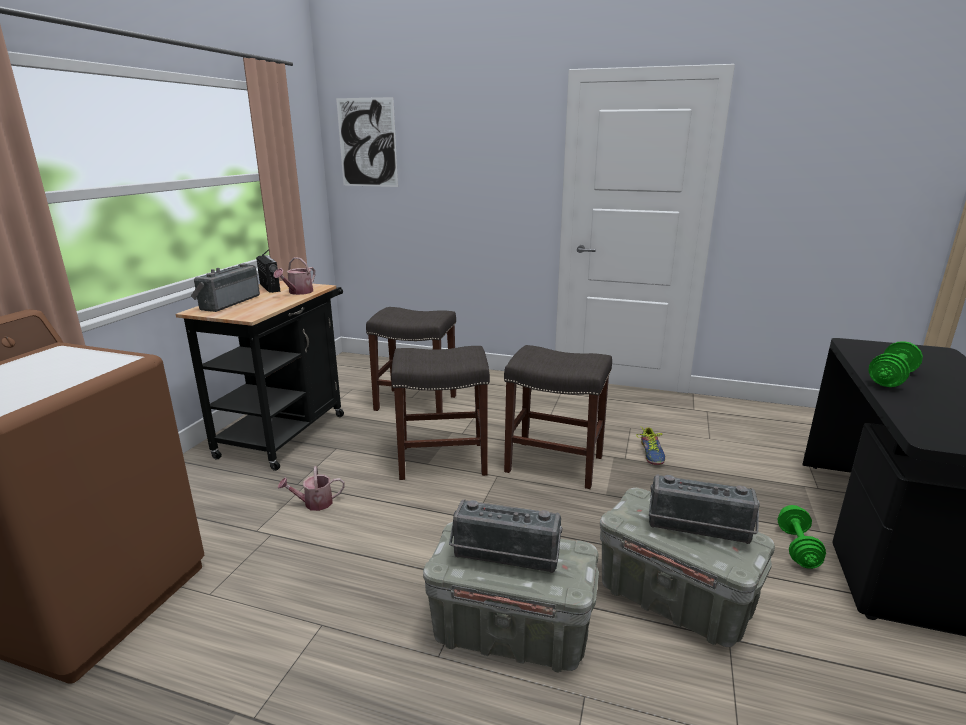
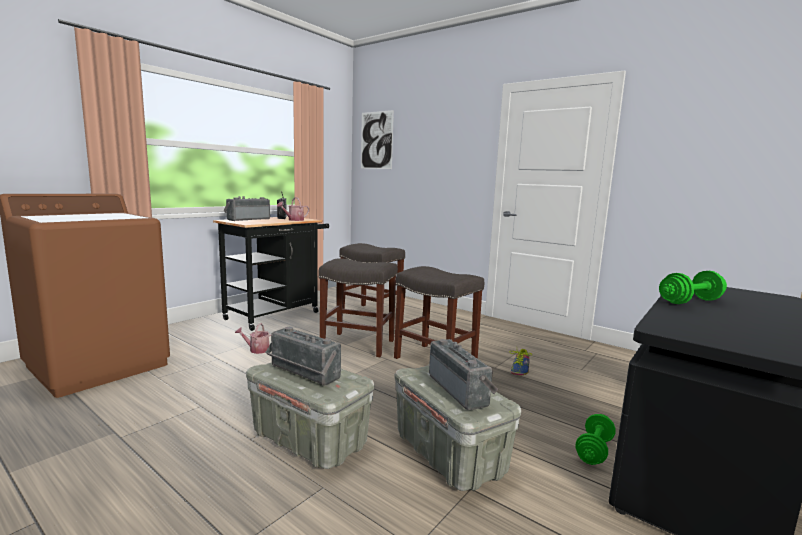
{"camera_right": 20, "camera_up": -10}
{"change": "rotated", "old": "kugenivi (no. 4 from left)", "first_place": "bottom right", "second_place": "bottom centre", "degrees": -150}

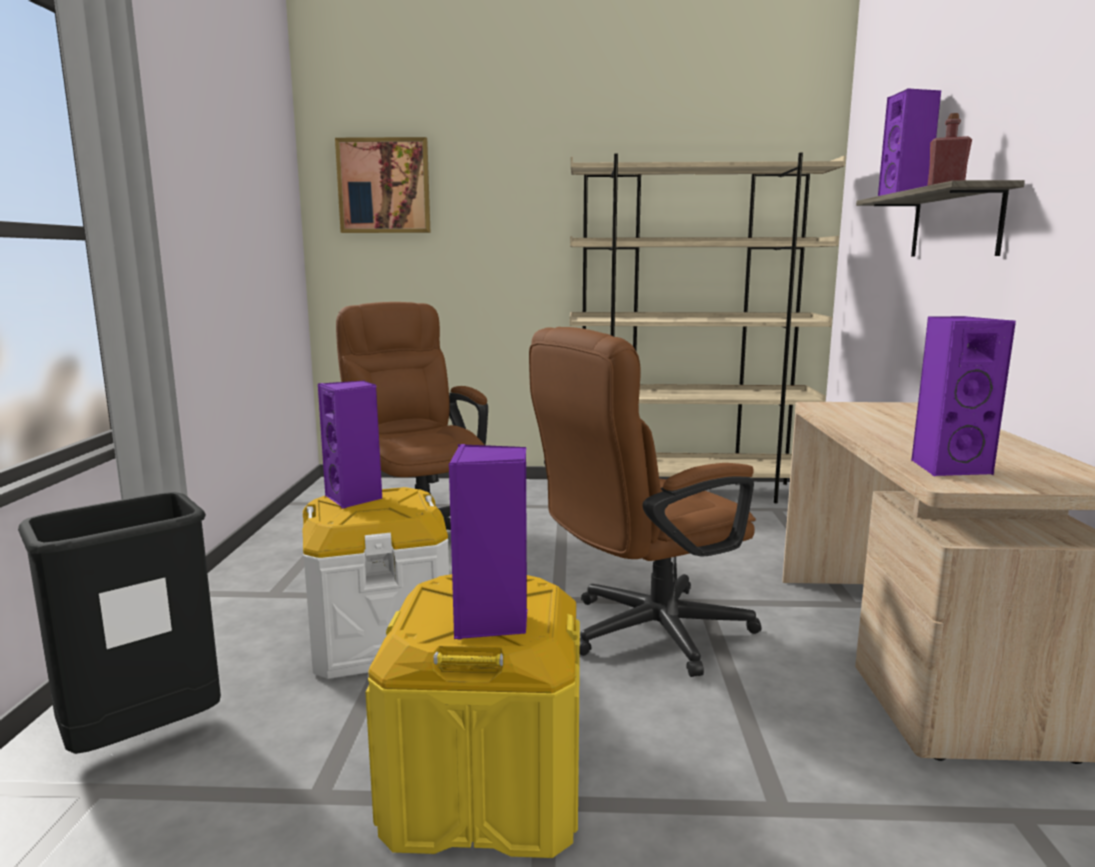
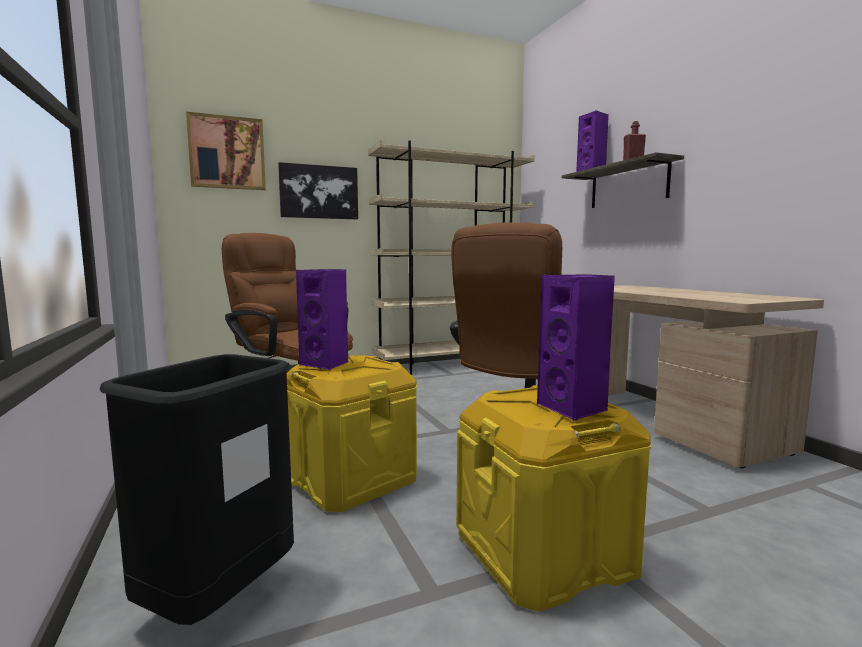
{"camera_right": -25, "camera_up": -5}
{"change": "gone", "old": "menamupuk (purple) (no. 4 from left)", "first_place": "middle right"}
{"change": "repainted", "old": "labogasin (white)", "new": "labogasin (yellow) (no. 1 from left)", "first_place": "bottom centre", "second_place": "bottom centre"}
{"change": "new", "new": "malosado (no. 2 from left)", "second_place": "top centre"}

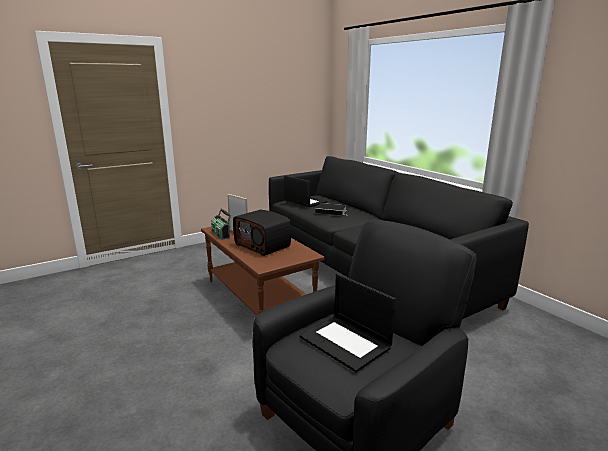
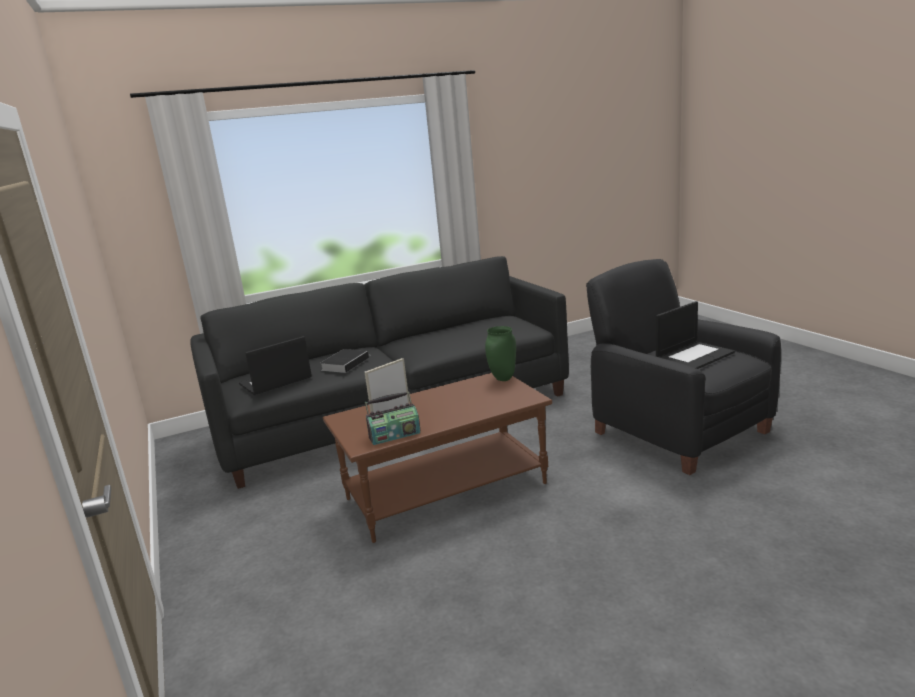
{"camera_right": -80, "camera_up": 0}
{"change": "gone", "old": "kugenivi (no. 2 from left)", "first_place": "centre"}
{"change": "new", "new": "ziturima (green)", "second_place": "centre"}

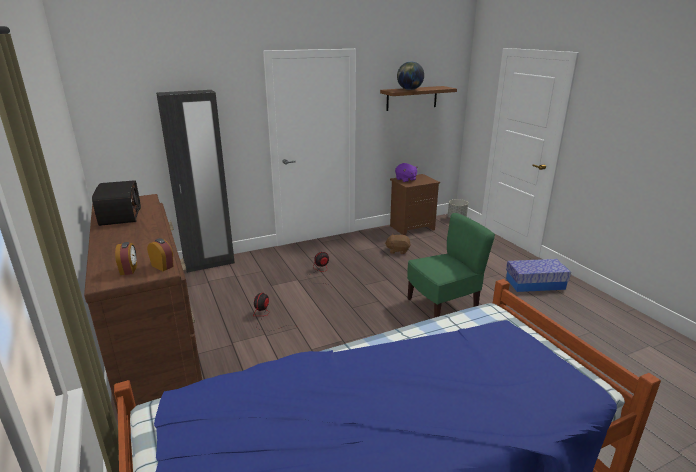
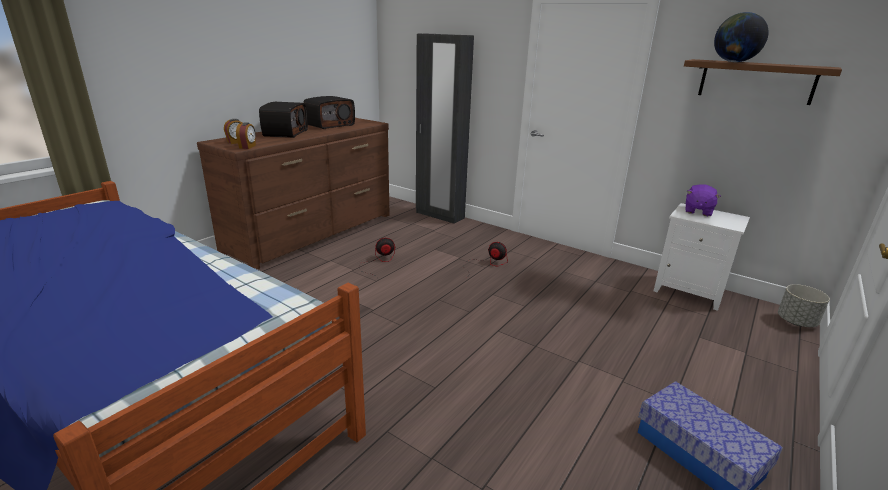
{"camera_right": 60, "camera_up": 0}
{"change": "repainted", "old": "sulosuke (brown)", "new": "sulosuke (white)", "first_place": "centre", "second_place": "middle right"}
{"change": "gone", "old": "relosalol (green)", "first_place": "centre"}
{"change": "gone", "old": "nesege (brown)", "first_place": "centre"}
{"change": "new", "new": "kugenivi (no. 1 from left)", "second_place": "top left"}

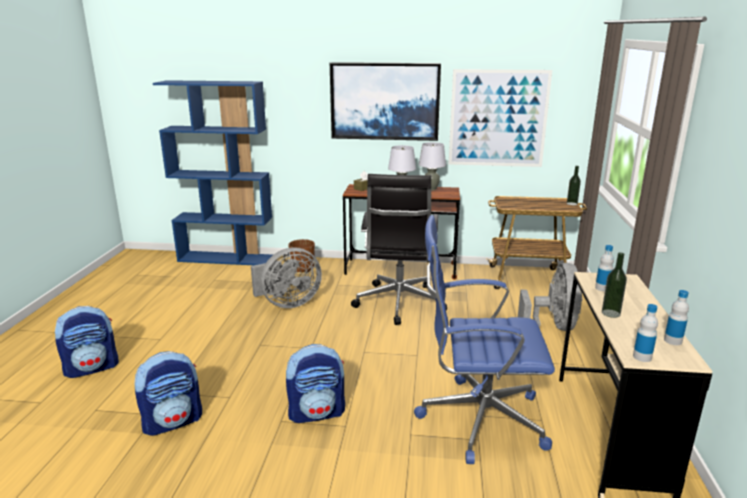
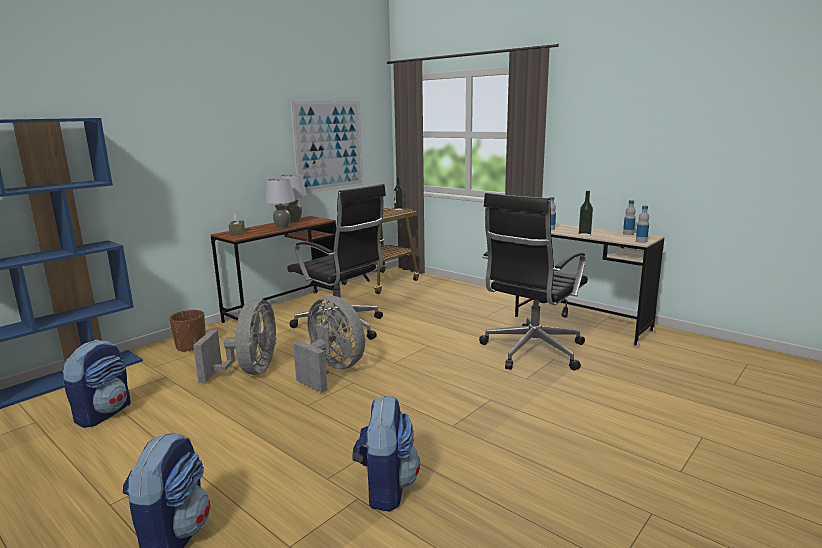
{"camera_right": -55, "camera_up": -5}
{"change": "gone", "old": "malosado (no. 1 from left)", "first_place": "top centre"}
{"change": "repainted", "old": "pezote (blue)", "new": "pezote (black) (no. 2 from left)", "first_place": "bottom centre", "second_place": "centre"}
{"change": "shifted", "old": "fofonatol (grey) (no. 2 from left)", "first_place": "middle right", "second_place": "centre"}
{"change": "shifted", "old": "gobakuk (no. 3 from left in the first image)", "new": "gobakuk (no. 1 from left)", "first_place": "bottom centre", "second_place": "bottom left"}

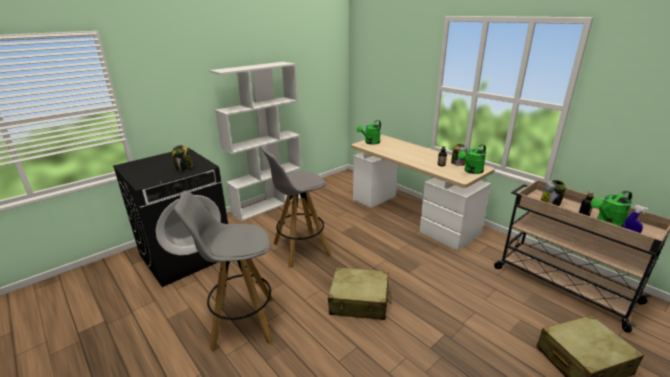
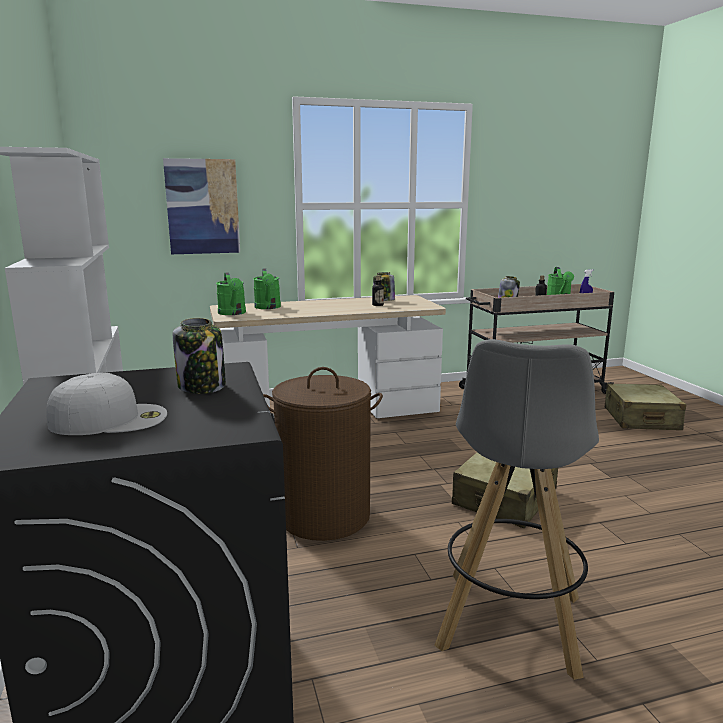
{"camera_right": -65, "camera_up": -10}
{"change": "shifted", "old": "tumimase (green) (no. 2 from left)", "first_place": "middle right", "second_place": "centre"}
{"change": "swapped", "old": "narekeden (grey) (no. 2 from left)", "new": "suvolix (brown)", "first_place": "centre", "second_place": "centre"}
{"change": "new", "new": "malosado", "second_place": "top left"}
{"change": "new", "new": "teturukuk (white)", "second_place": "middle left"}

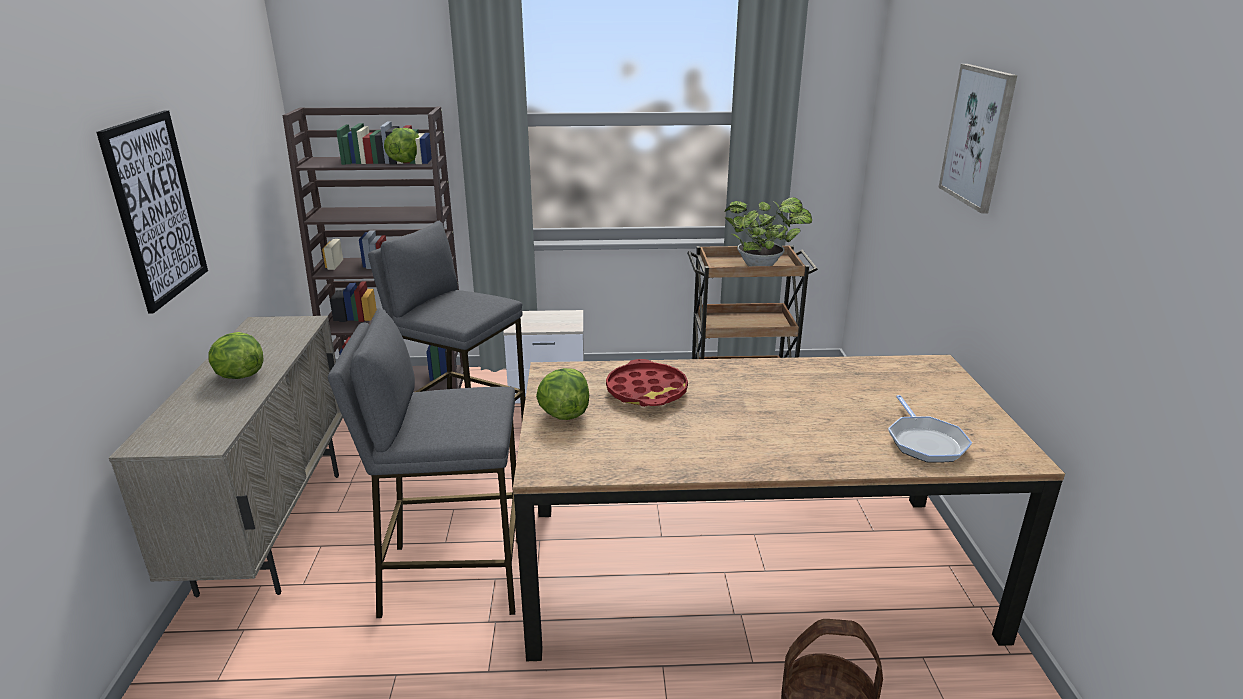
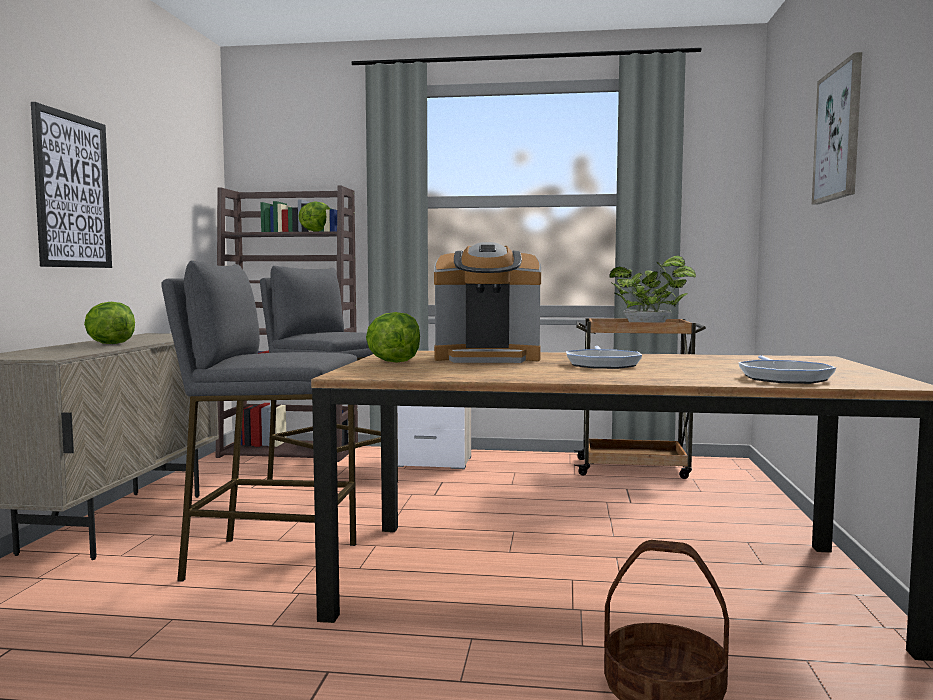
{"camera_right": 10, "camera_up": -20}
{"change": "swapped", "old": "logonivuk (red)", "new": "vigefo", "first_place": "centre", "second_place": "centre"}
{"change": "new", "new": "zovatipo (no. 1 from left)", "second_place": "centre"}

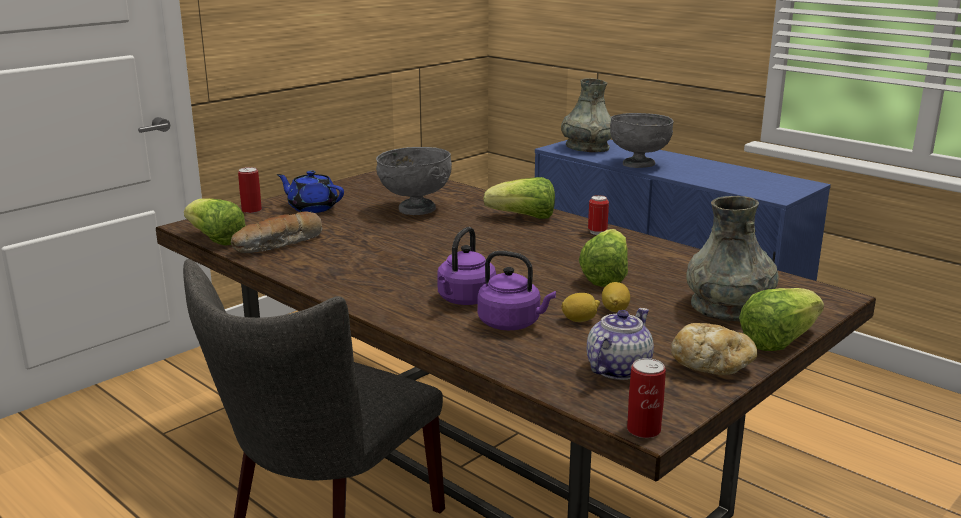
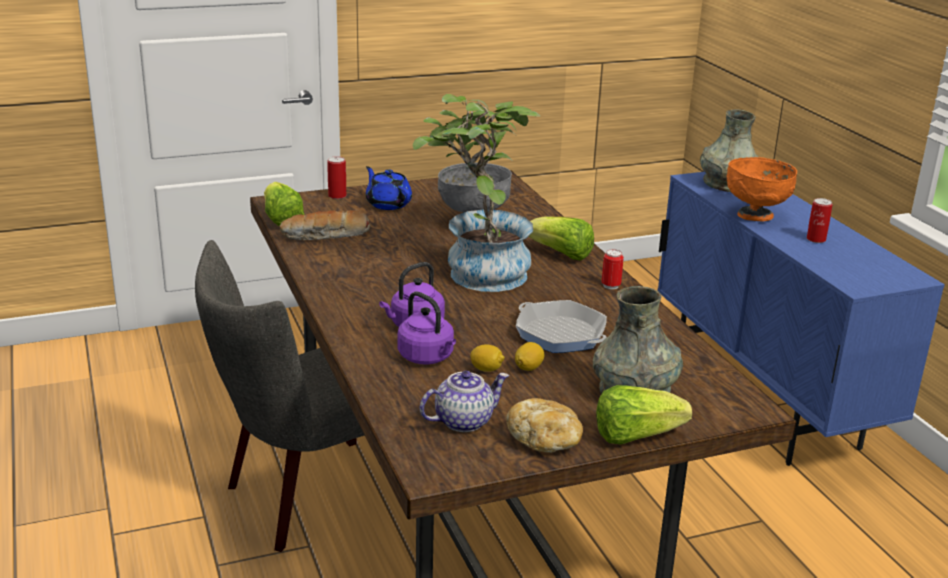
{"camera_right": 25, "camera_up": 5}
{"change": "repainted", "old": "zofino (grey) (no. 2 from left)", "new": "zofino (orange)", "first_place": "top right", "second_place": "top right"}
{"change": "swapped", "old": "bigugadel (no. 3 from left)", "new": "zovatipo", "first_place": "centre", "second_place": "centre"}
{"change": "shifted", "old": "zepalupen (no. 3 from left)", "first_place": "bottom right", "second_place": "middle right"}
{"change": "new", "new": "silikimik", "second_place": "centre"}

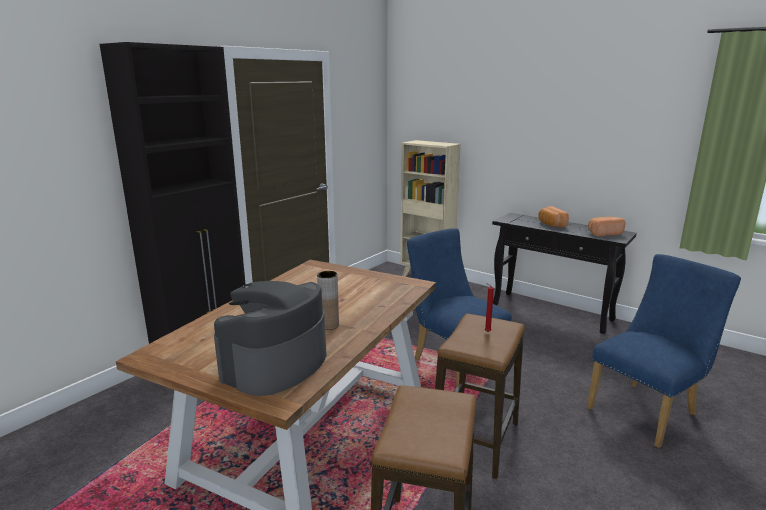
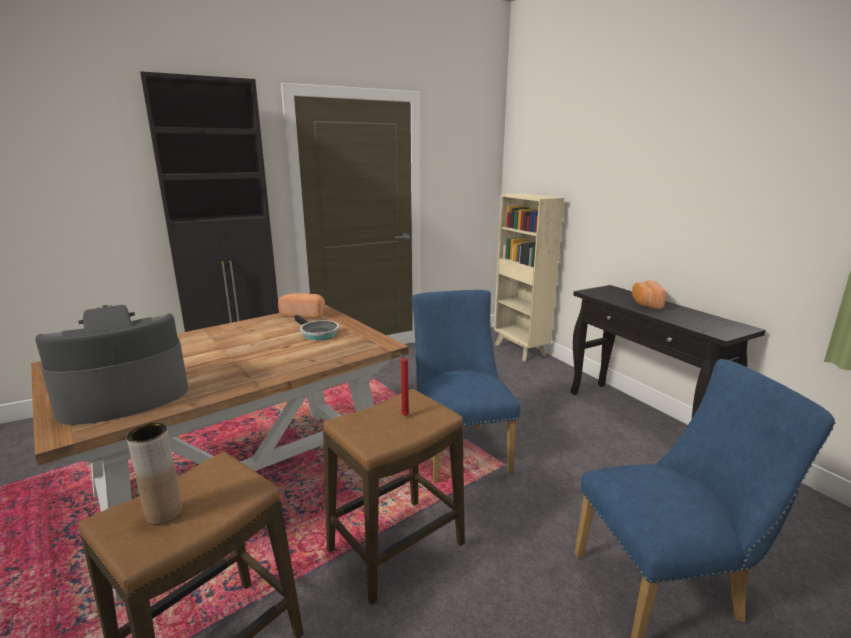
{"camera_right": 25, "camera_up": 0}
{"change": "shifted", "old": "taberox (no. 2 from left in the first image)", "new": "taberox (no. 1 from left)", "first_place": "middle right", "second_place": "centre"}
{"change": "shifted", "old": "ziturima (brown)", "first_place": "centre", "second_place": "bottom left"}
{"change": "new", "new": "zovatipo", "second_place": "centre"}

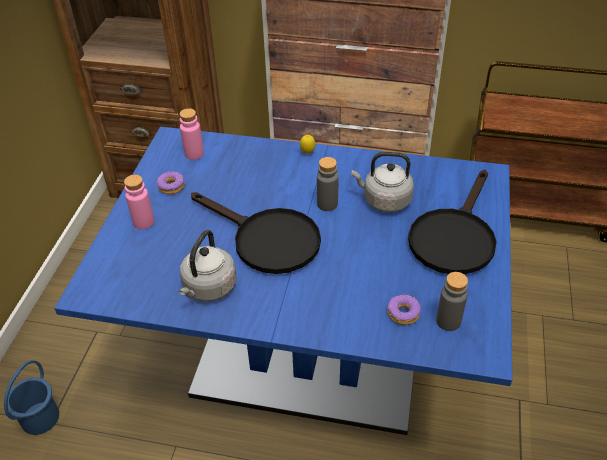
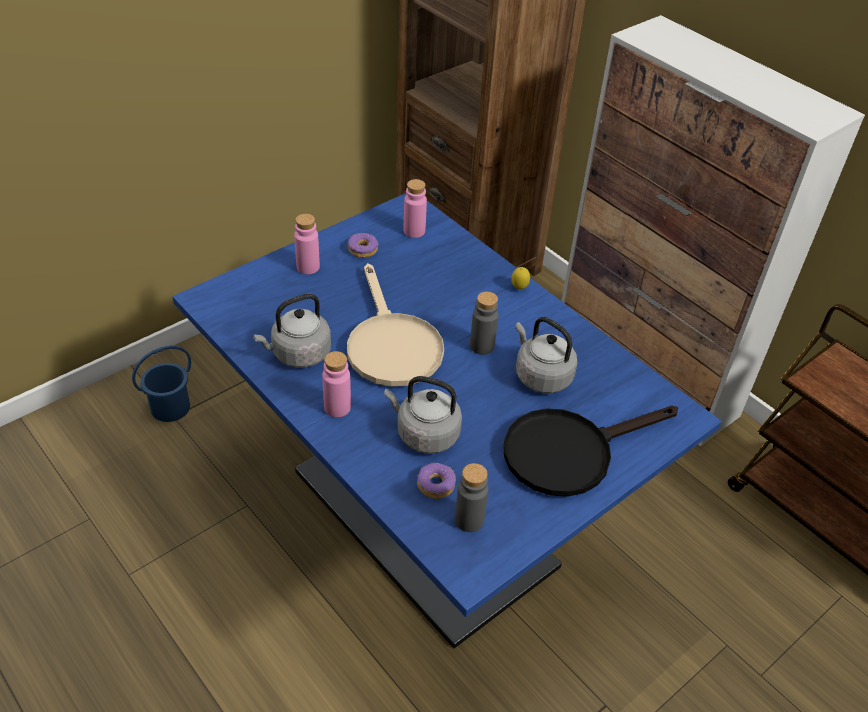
{"camera_right": 35, "camera_up": 0}
{"change": "repainted", "old": "zovatipo (black) (no. 1 from left)", "new": "zovatipo (beige)", "first_place": "centre", "second_place": "centre"}
{"change": "new", "new": "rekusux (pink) (no. 2 from left)", "second_place": "centre"}
{"change": "new", "new": "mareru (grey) (no. 2 from left)", "second_place": "centre"}

